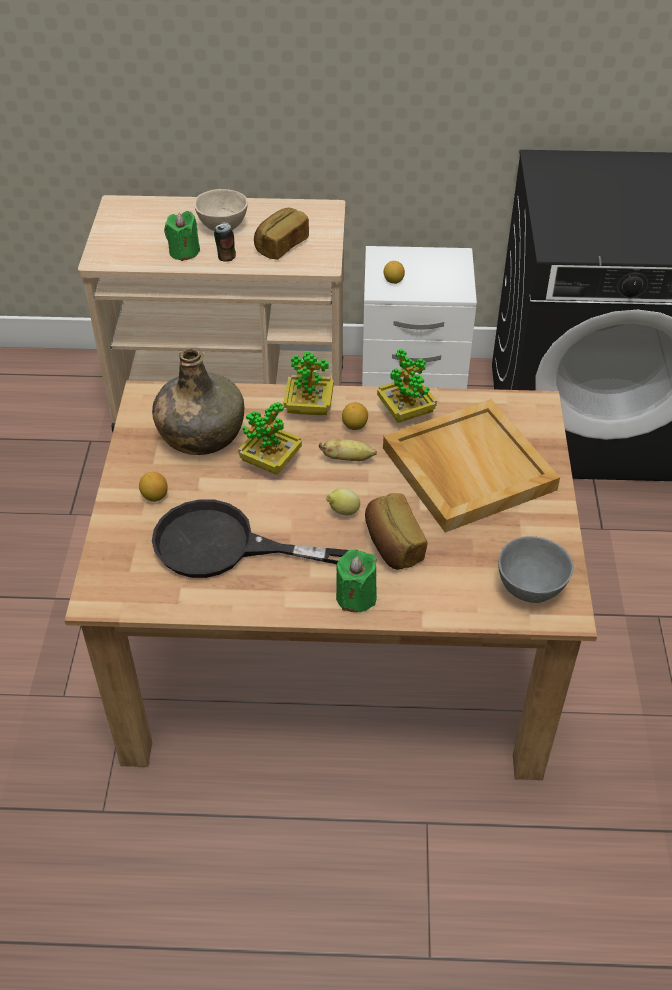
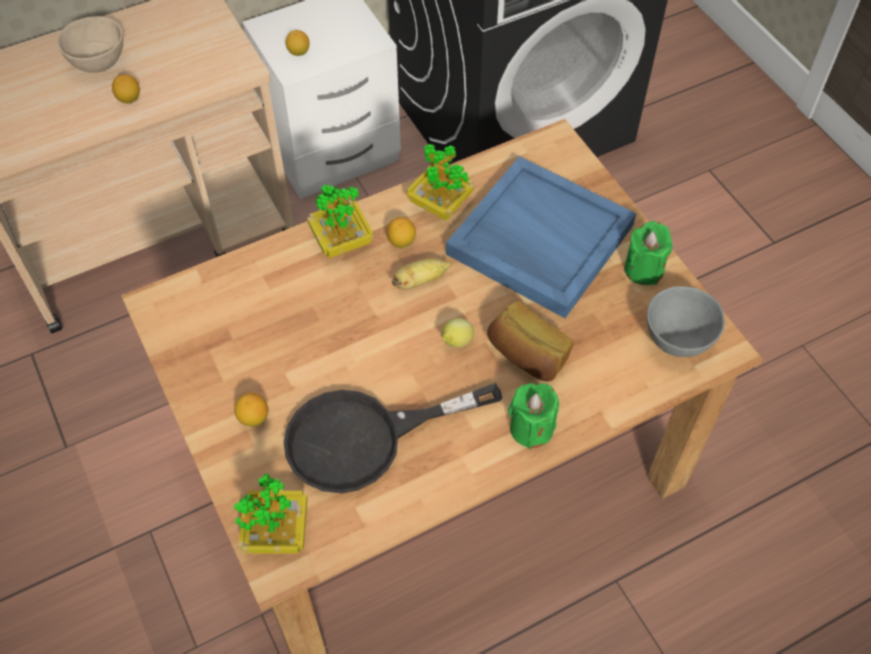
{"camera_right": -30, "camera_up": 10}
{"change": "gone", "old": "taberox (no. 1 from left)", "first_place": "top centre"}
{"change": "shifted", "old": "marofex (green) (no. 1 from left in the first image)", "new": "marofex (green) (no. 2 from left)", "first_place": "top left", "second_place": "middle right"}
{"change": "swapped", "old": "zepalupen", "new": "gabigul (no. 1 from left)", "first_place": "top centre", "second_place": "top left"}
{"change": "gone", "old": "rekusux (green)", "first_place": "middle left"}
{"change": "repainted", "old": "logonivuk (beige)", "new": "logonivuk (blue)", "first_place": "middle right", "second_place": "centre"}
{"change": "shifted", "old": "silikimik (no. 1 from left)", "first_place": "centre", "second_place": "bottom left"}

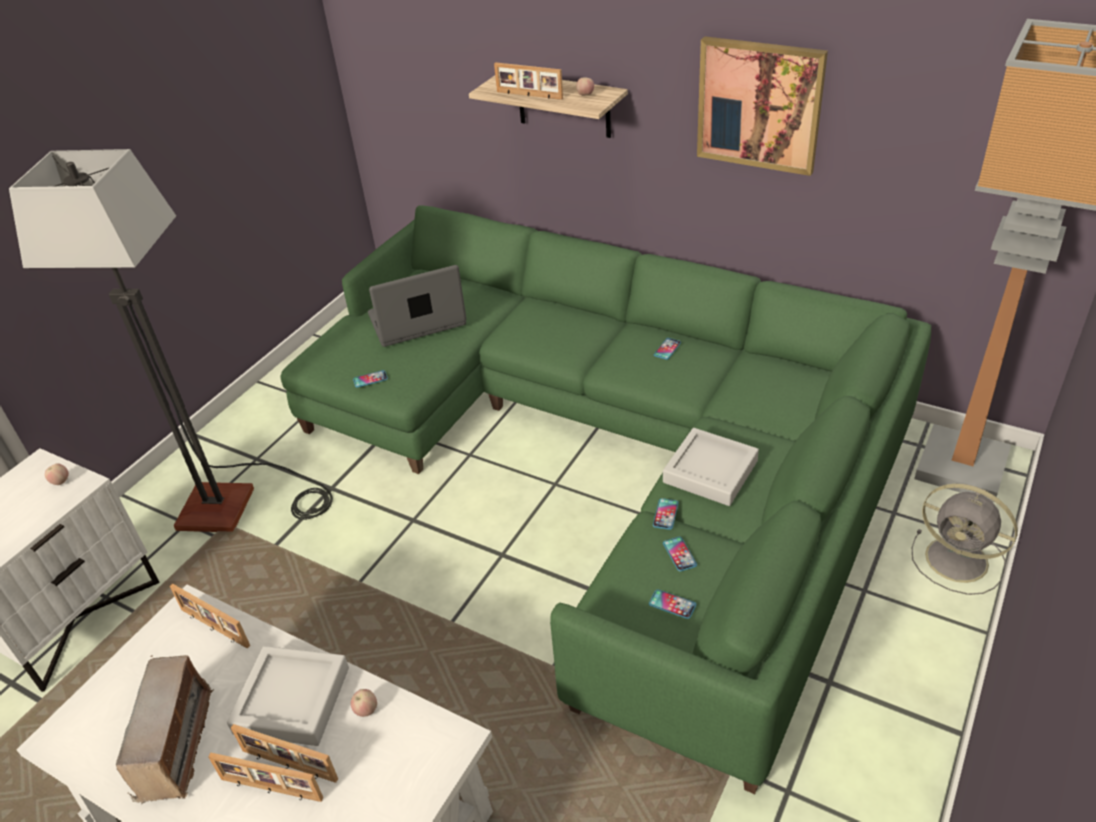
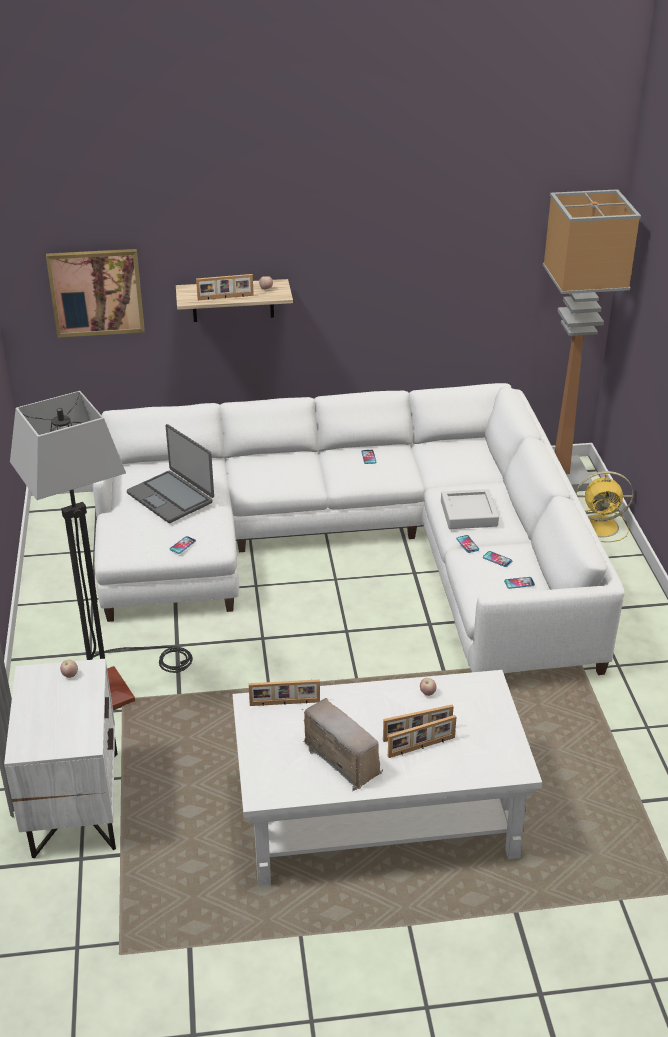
{"camera_right": -40, "camera_up": -5}
{"change": "shifted", "old": "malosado", "first_place": "top right", "second_place": "top left"}
{"change": "repainted", "old": "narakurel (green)", "new": "narakurel (white)", "first_place": "centre", "second_place": "centre"}
{"change": "rotated", "old": "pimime", "first_place": "centre", "second_place": "middle left", "degrees": -75}
{"change": "repainted", "old": "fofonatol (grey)", "new": "fofonatol (yellow)", "first_place": "middle right", "second_place": "middle right"}
{"change": "gone", "old": "logonivuk (grey) (no. 1 from left)", "first_place": "bottom left"}

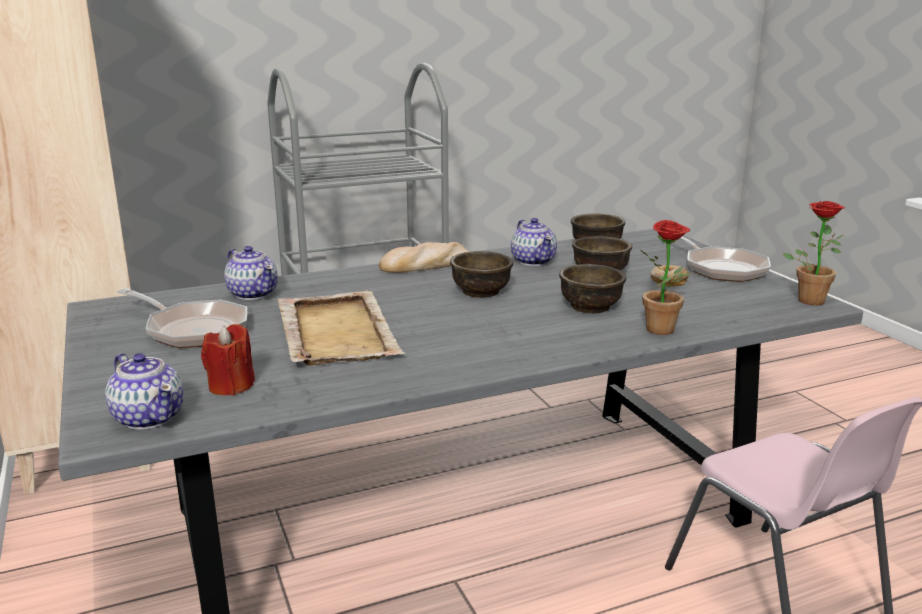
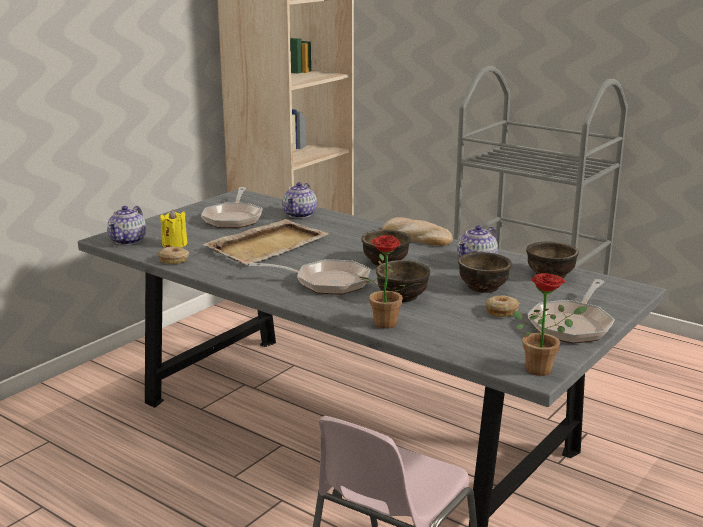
{"camera_right": 60, "camera_up": 0}
{"change": "repainted", "old": "marofex (red)", "new": "marofex (yellow)", "first_place": "middle left", "second_place": "middle left"}
{"change": "new", "new": "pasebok (no. 1 from left)", "second_place": "middle left"}
{"change": "new", "new": "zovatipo (no. 2 from left)", "second_place": "centre"}

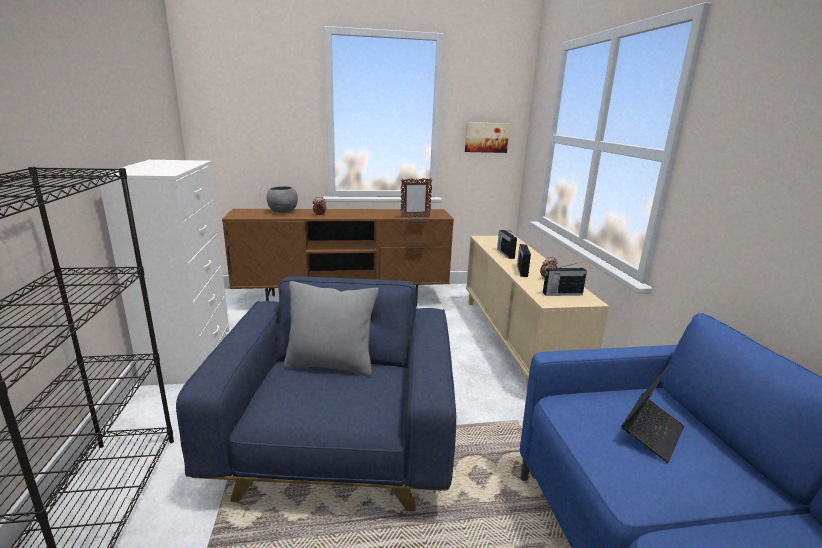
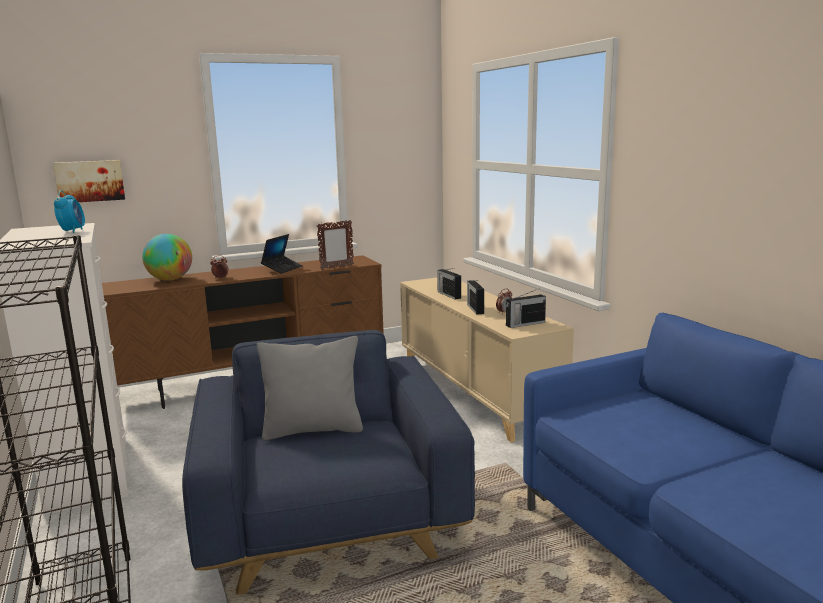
{"camera_right": -15, "camera_up": -5}
{"change": "shifted", "old": "malosado", "first_place": "top centre", "second_place": "top left"}
{"change": "swapped", "old": "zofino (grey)", "new": "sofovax", "first_place": "centre", "second_place": "middle left"}
{"change": "shifted", "old": "pimime", "first_place": "bottom right", "second_place": "centre"}
{"change": "new", "new": "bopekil (no. 1 from left)", "second_place": "middle left"}

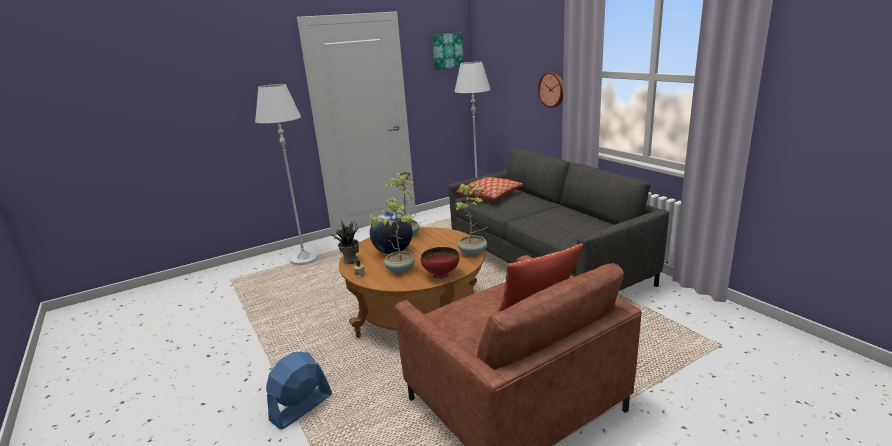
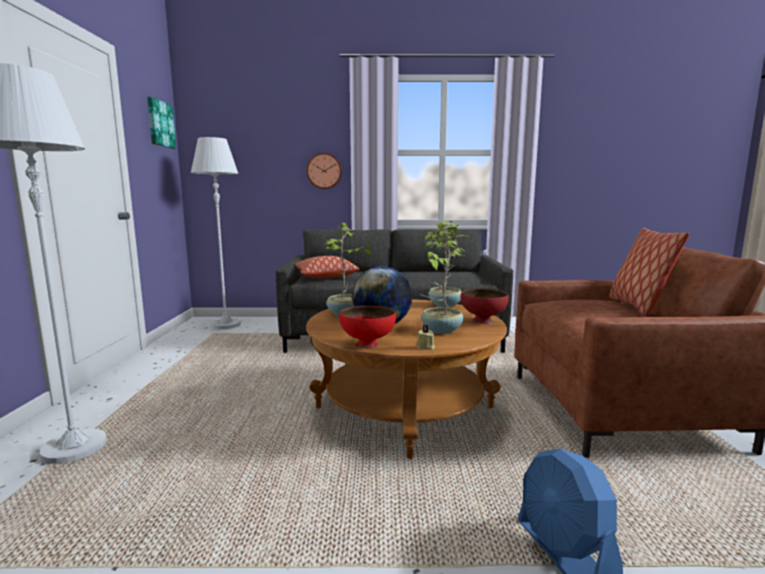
{"camera_right": -60, "camera_up": -10}
{"change": "swapped", "old": "silikimik (no. 1 from left)", "new": "zofino (red) (no. 1 from left)", "first_place": "centre", "second_place": "centre"}

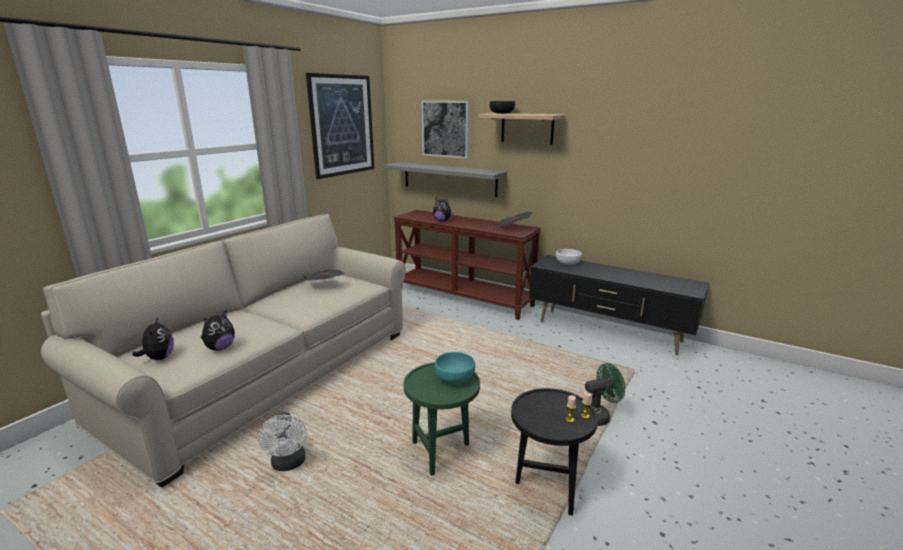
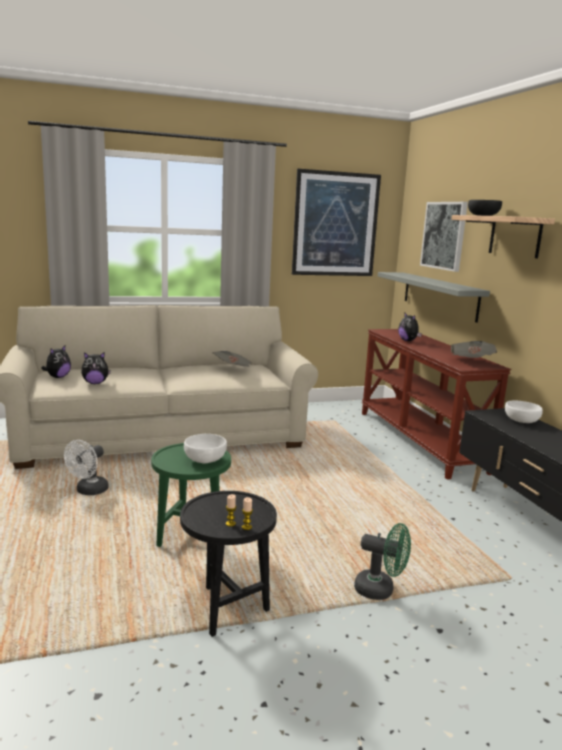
{"camera_right": 40, "camera_up": -5}
{"change": "repainted", "old": "zofino (turquoise)", "new": "zofino (white) (no. 1 from left)", "first_place": "bottom centre", "second_place": "centre"}

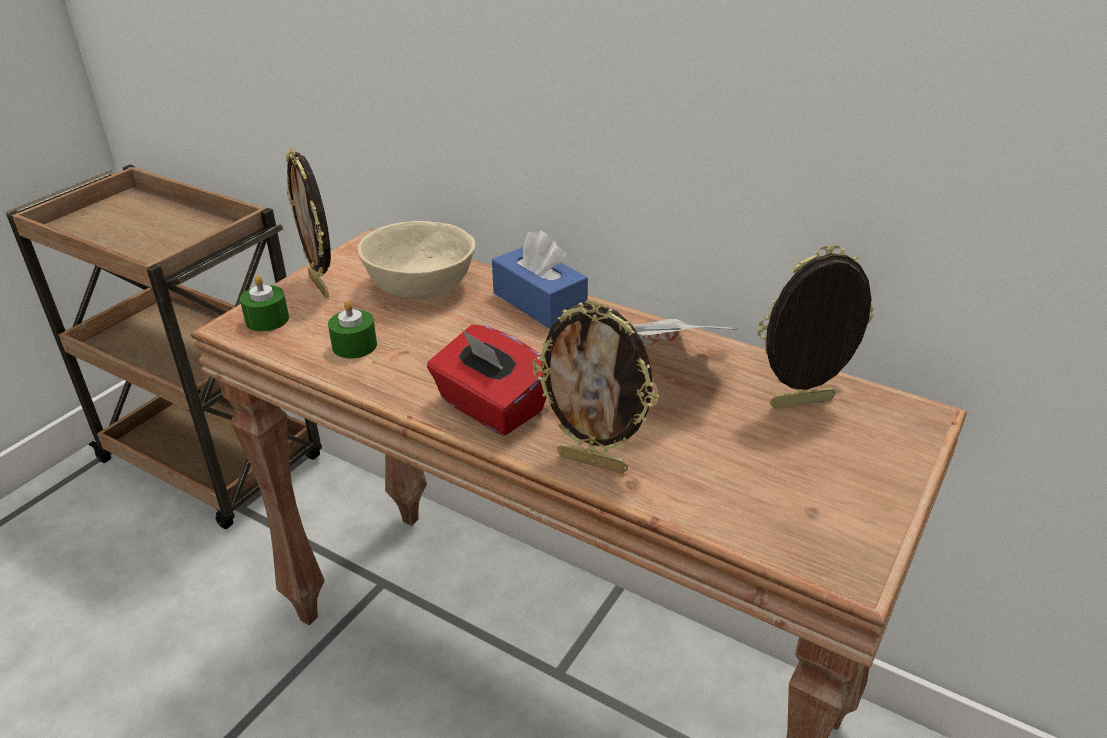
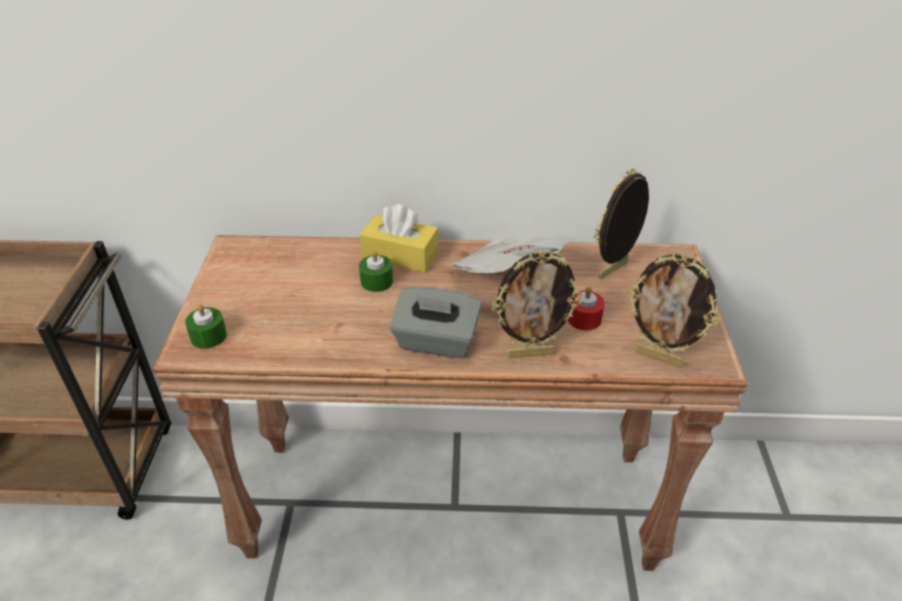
{"camera_right": -30, "camera_up": 5}
{"change": "shifted", "old": "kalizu (no. 1 from left in the first image)", "new": "kalizu (no. 3 from left)", "first_place": "top left", "second_place": "middle right"}
{"change": "gone", "old": "zofino (beige)", "first_place": "centre"}
{"change": "repainted", "old": "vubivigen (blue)", "new": "vubivigen (yellow)", "first_place": "centre", "second_place": "centre"}
{"change": "shifted", "old": "marofex (green) (no. 2 from left)", "first_place": "middle left", "second_place": "centre"}
{"change": "repainted", "old": "vubivigen (red)", "new": "vubivigen (grey)", "first_place": "centre", "second_place": "centre"}
{"change": "new", "new": "marofex (red)", "second_place": "centre"}

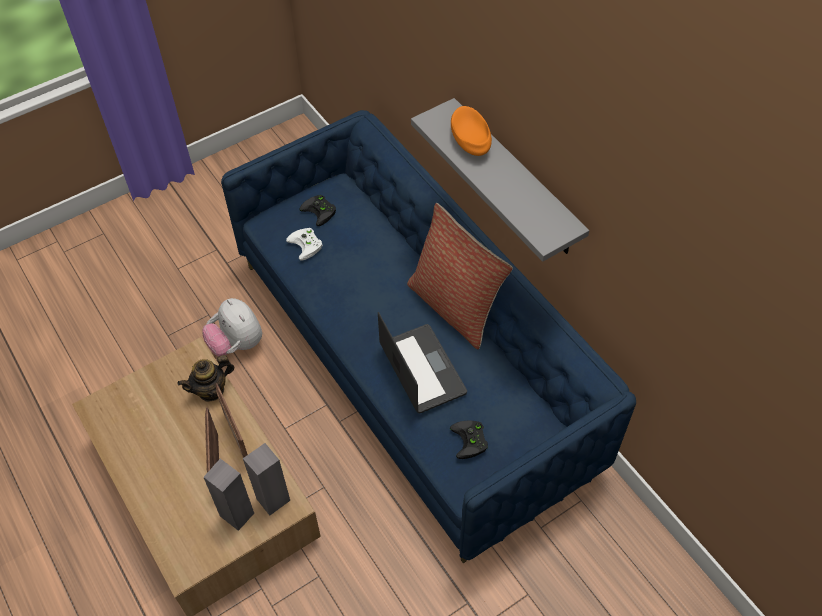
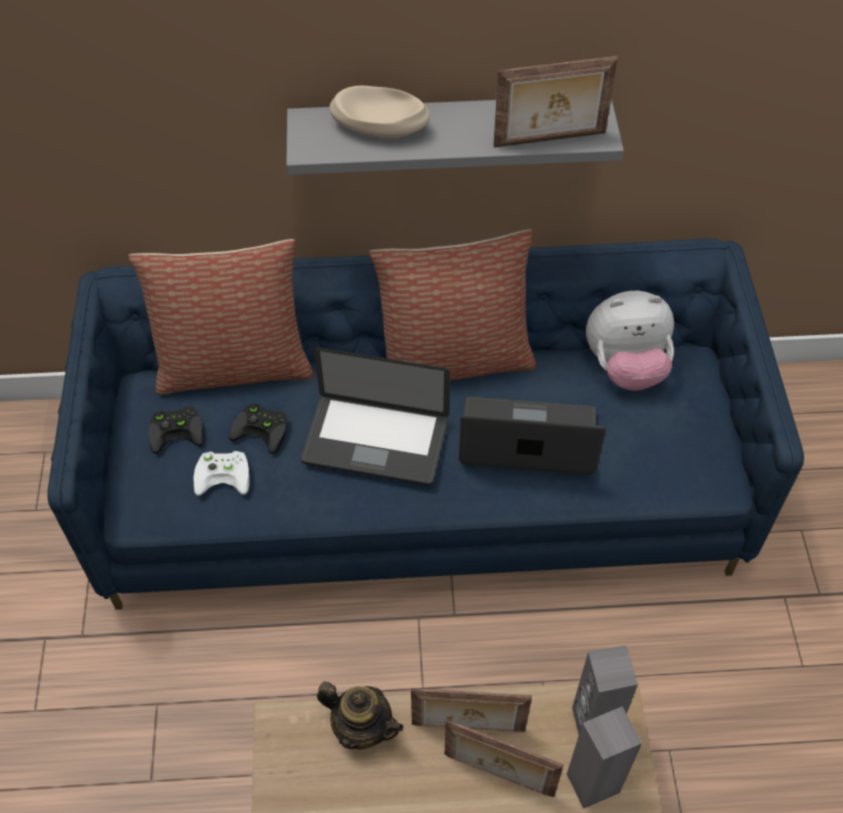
{"camera_right": -60, "camera_up": 0}
{"change": "repainted", "old": "zofino (orange)", "new": "zofino (beige)", "first_place": "top centre", "second_place": "top centre"}
{"change": "shifted", "old": "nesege", "first_place": "middle left", "second_place": "middle right"}
{"change": "rotated", "old": "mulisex", "first_place": "middle left", "second_place": "bottom centre", "degrees": -60}
{"change": "shifted", "old": "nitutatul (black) (no. 2 from left)", "first_place": "bottom centre", "second_place": "middle left"}
{"change": "new", "new": "kalizu (no. 3 from left)", "second_place": "top centre"}
{"change": "new", "new": "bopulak (no. 1 from left)", "second_place": "middle left"}
{"change": "new", "new": "pimime (no. 1 from left)", "second_place": "centre"}

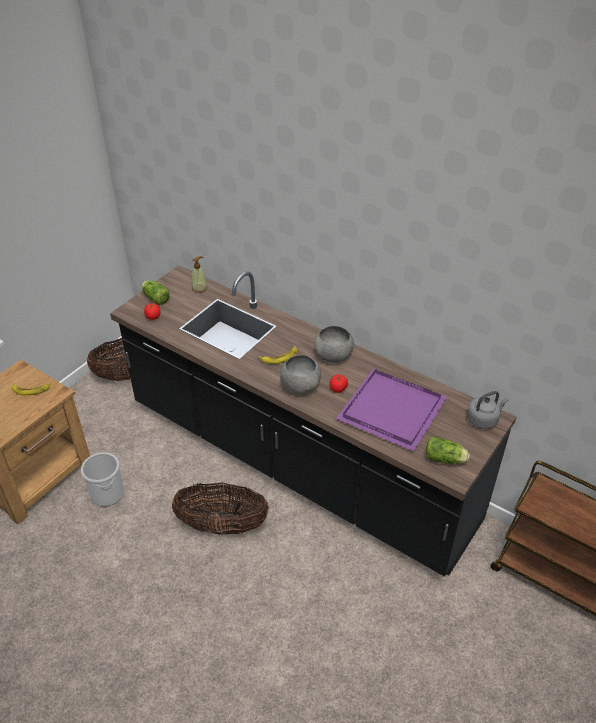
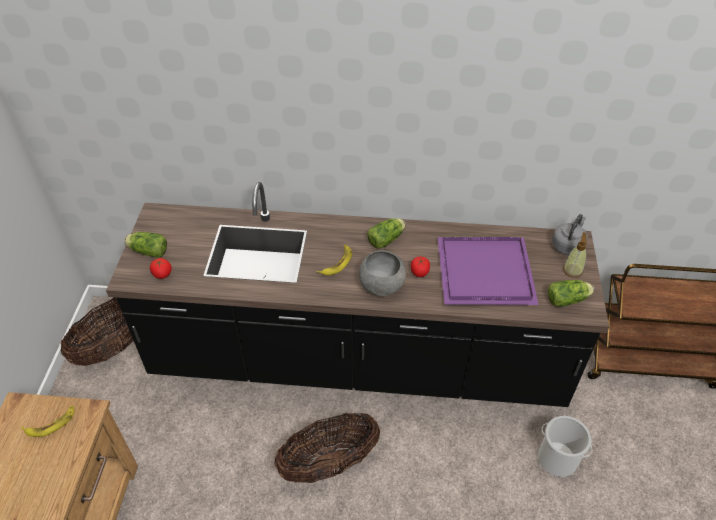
{"camera_right": -30, "camera_up": 5}
{"change": "shifted", "old": "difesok", "first_place": "centre", "second_place": "middle right"}
{"change": "swapped", "old": "zofino (grey) (no. 2 from left)", "new": "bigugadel (no. 2 from left)", "first_place": "centre", "second_place": "centre"}
{"change": "shifted", "old": "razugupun", "first_place": "middle left", "second_place": "bottom right"}

